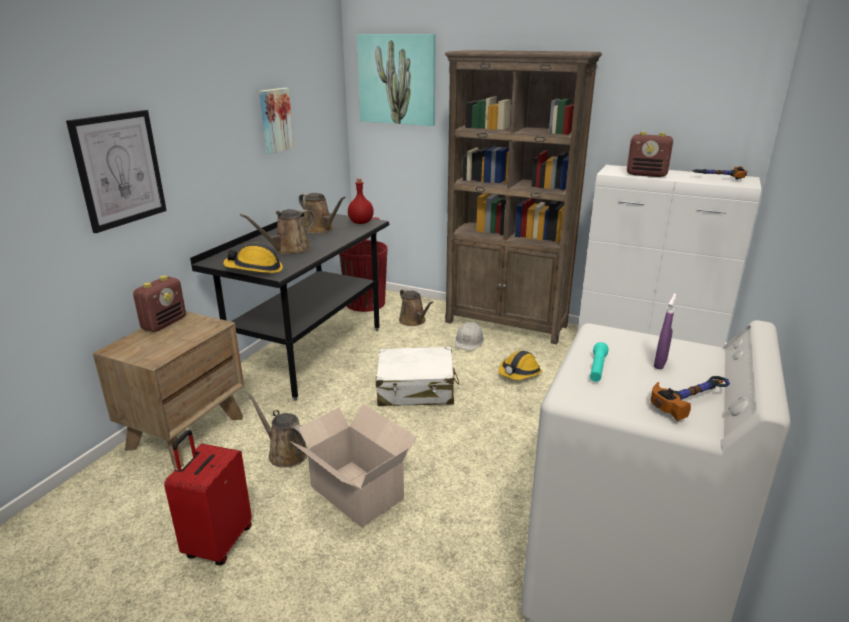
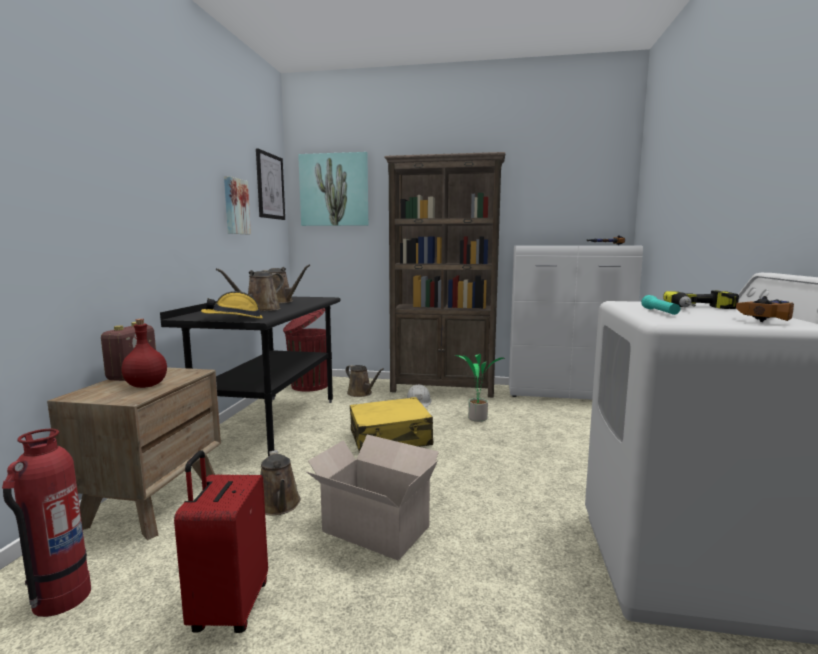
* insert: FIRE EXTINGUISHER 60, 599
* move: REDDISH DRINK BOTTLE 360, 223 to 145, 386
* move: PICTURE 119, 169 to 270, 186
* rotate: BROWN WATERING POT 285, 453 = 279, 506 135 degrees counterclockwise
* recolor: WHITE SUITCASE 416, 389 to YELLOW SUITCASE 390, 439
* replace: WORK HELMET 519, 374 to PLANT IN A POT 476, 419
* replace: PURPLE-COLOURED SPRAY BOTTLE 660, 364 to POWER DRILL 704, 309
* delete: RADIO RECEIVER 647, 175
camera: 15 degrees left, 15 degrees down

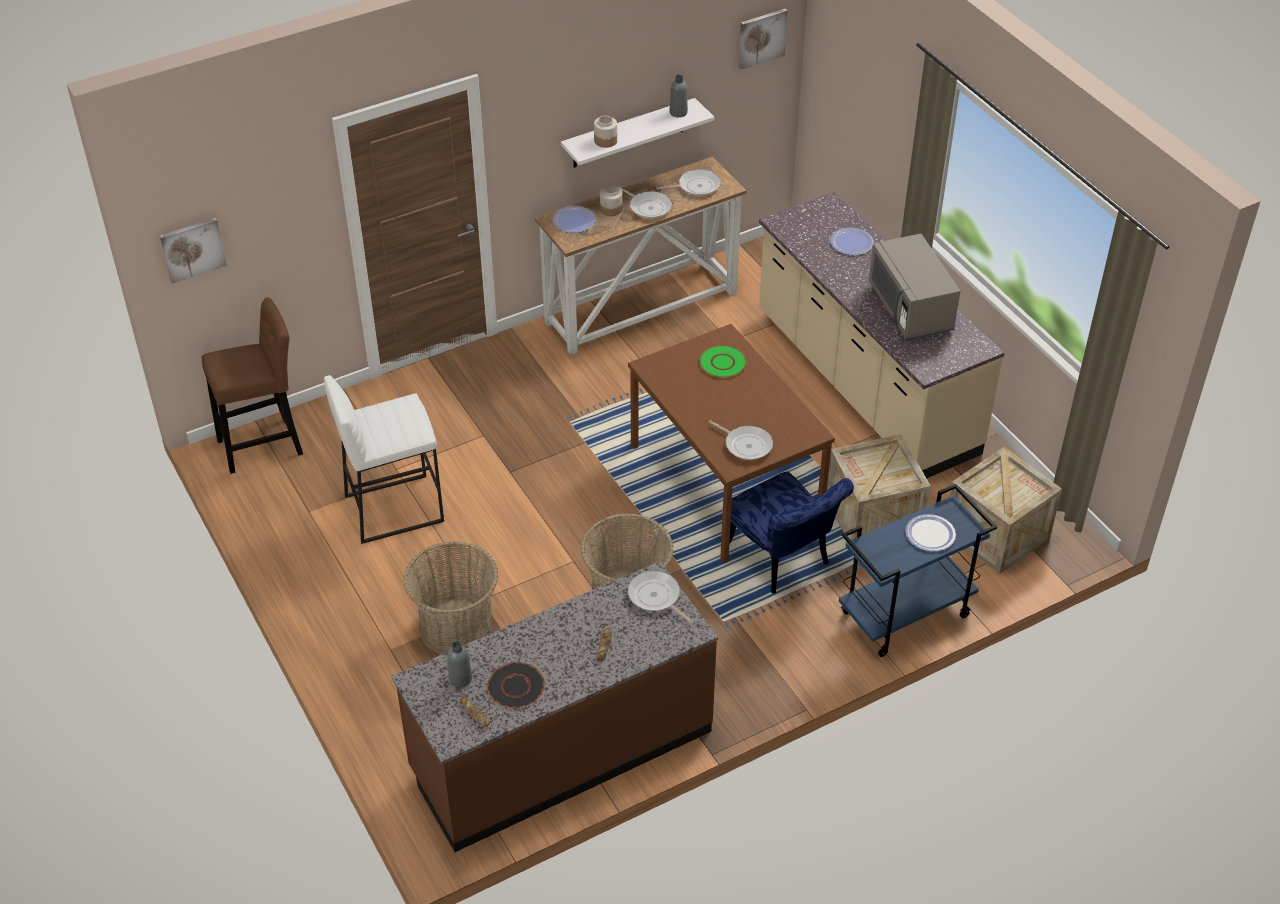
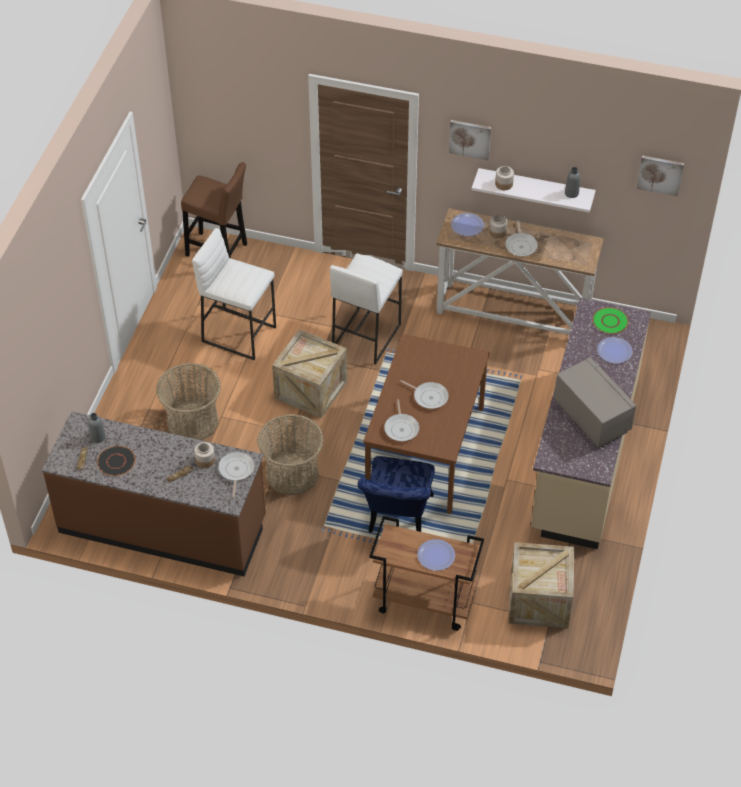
* insert: JAR 205, 460
* move: SHIPPING CRATE 873, 516 to 311, 390
* insert: WHITE SITTING STOOL 365, 336
* recolor: BLUISH CART 905, 616 to BROWN CART 423, 602
* move: FRYING PAN 696, 186 to 429, 396
* move: PICTURE 192, 249 to 470, 139
* rotate: GREY MICROWAVE OVEN 910, 308 = 591, 417 120 degrees clockwise
* move: GREEN-COLOURED PLATE 722, 363 to 610, 321
camera: 45 degrees right, 5 degrees up

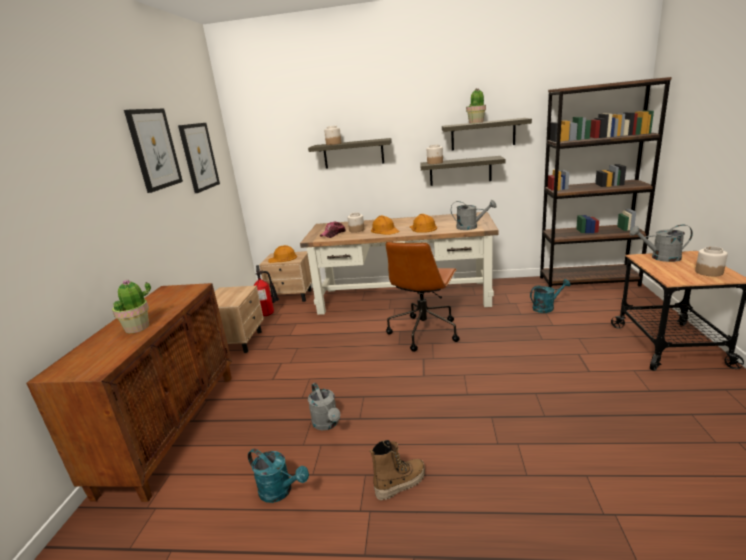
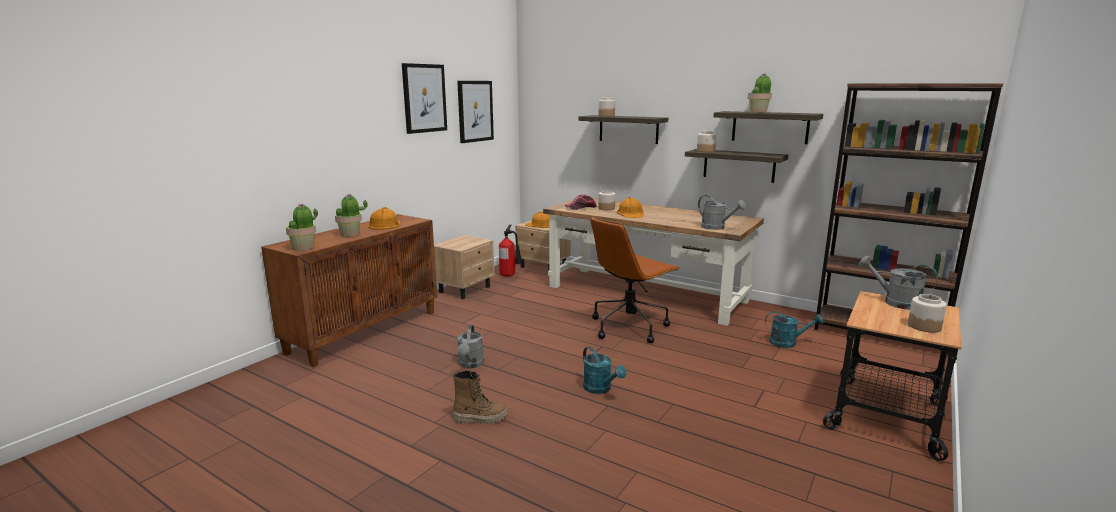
* insert: PLANT IN A POT 304, 247
* move: ORANGE-COLOURED WORK HELMET 422, 228 to 385, 225
* move: TURQUOISE WATERING POT 280, 491 to 601, 389
camera: 25 degrees right, 5 degrees down

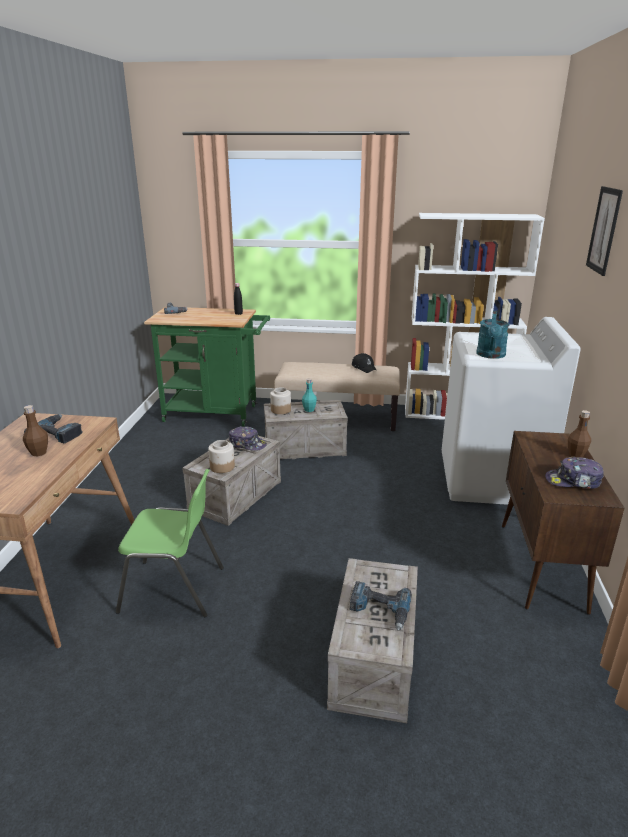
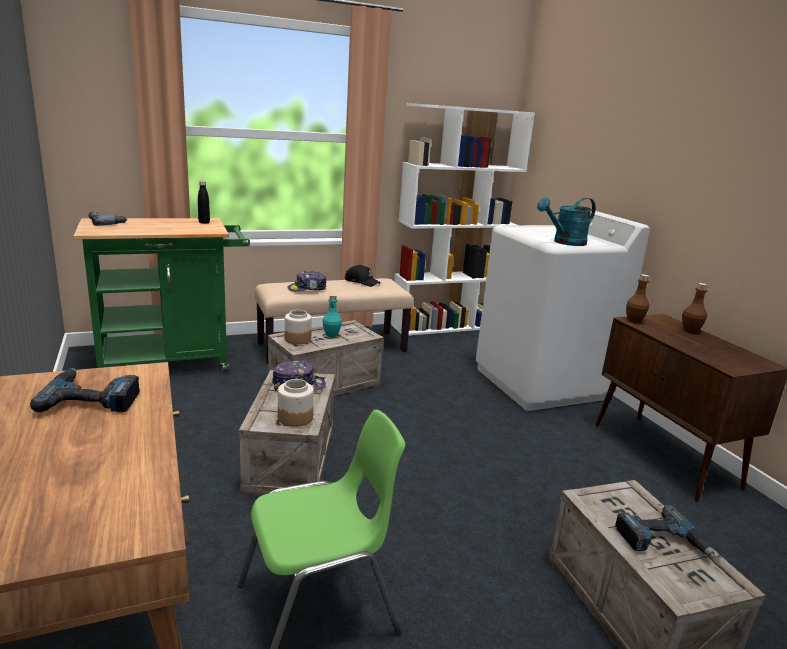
* move: PEAKED CAP 573, 481 to 307, 289
* rotate: TURQUOISE WATERING POT 491, 355 = 565, 242 75 degrees clockwise
* move: BROWN DRINK BOTTLE 39, 453 to 634, 321
* delete: PICTURE 604, 230
camera: 30 degrees left, 5 degrees down

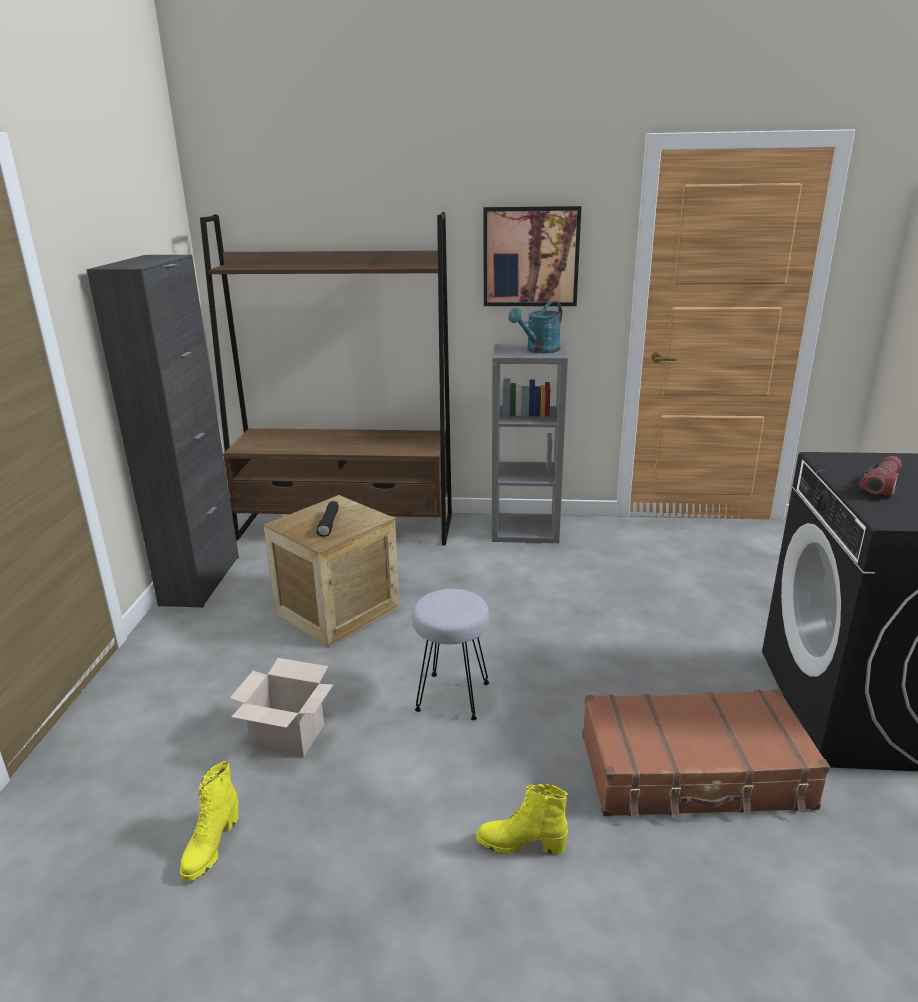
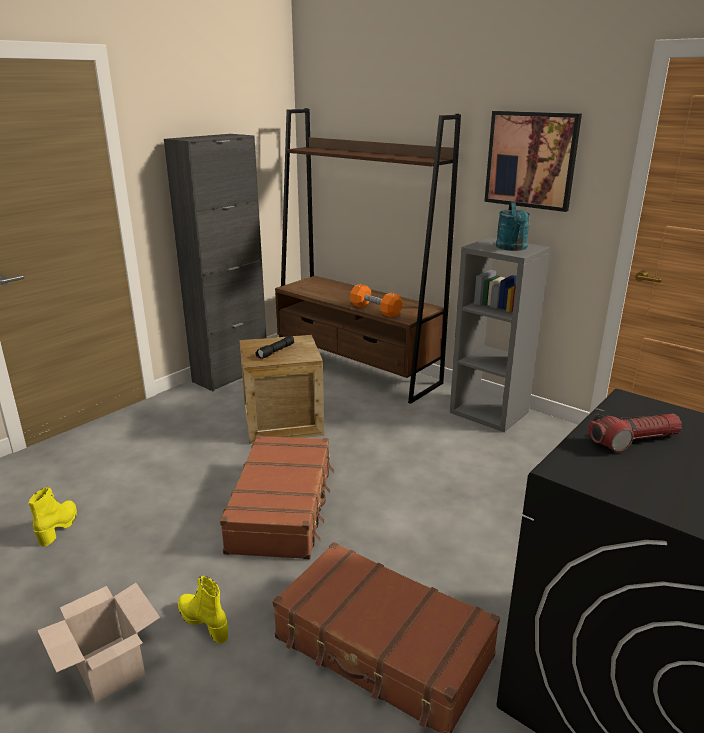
* rotate: YELLOW HIGH-TOP BOOT 211, 847 = 59, 527 135 degrees clockwise
* move: PACKING BOX 286, 736 to 107, 668
* replace: GREY SITTING STOOL 451, 696 to BROWN SUITCASE 283, 507
* insert: ORANGE-COLOURED FREE WEIGHT 375, 310
* rotate: TURQUOISE WATERING POT 539, 350 = 512, 248 75 degrees counterclockwise
camera: 35 degrees right, 0 degrees up

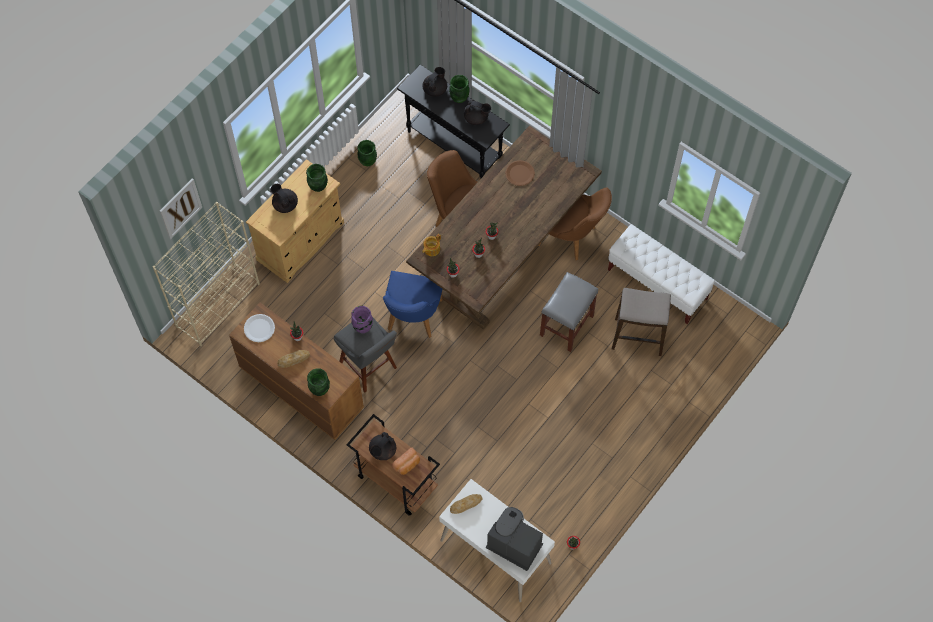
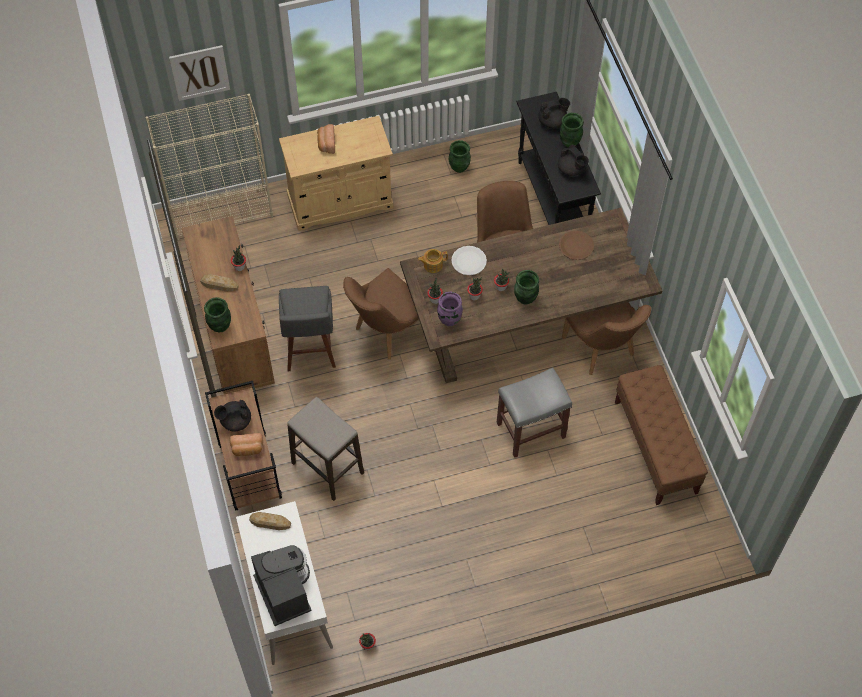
* move: SITTING STOOL 638, 337 to 327, 468
* replace: BLACK-COLOURED POT FOR TEA 285, 204 to BAKERY BREAD 326, 143
* recolor: BLUISH CHAIR 412, 319 to BROWN CHAIR 385, 333
* move: PURPLE-COLOURED VASE 362, 327 to 449, 320
* move: WHITE PLATE 259, 328 to 469, 261
* move: GREEN-COLOURED VASE 318, 187 to 525, 298
* recolor: WHITE LONG SEAT 657, 284 to BROWN LONG SEAT 655, 447
camera: 35 degrees right, 5 degrees down

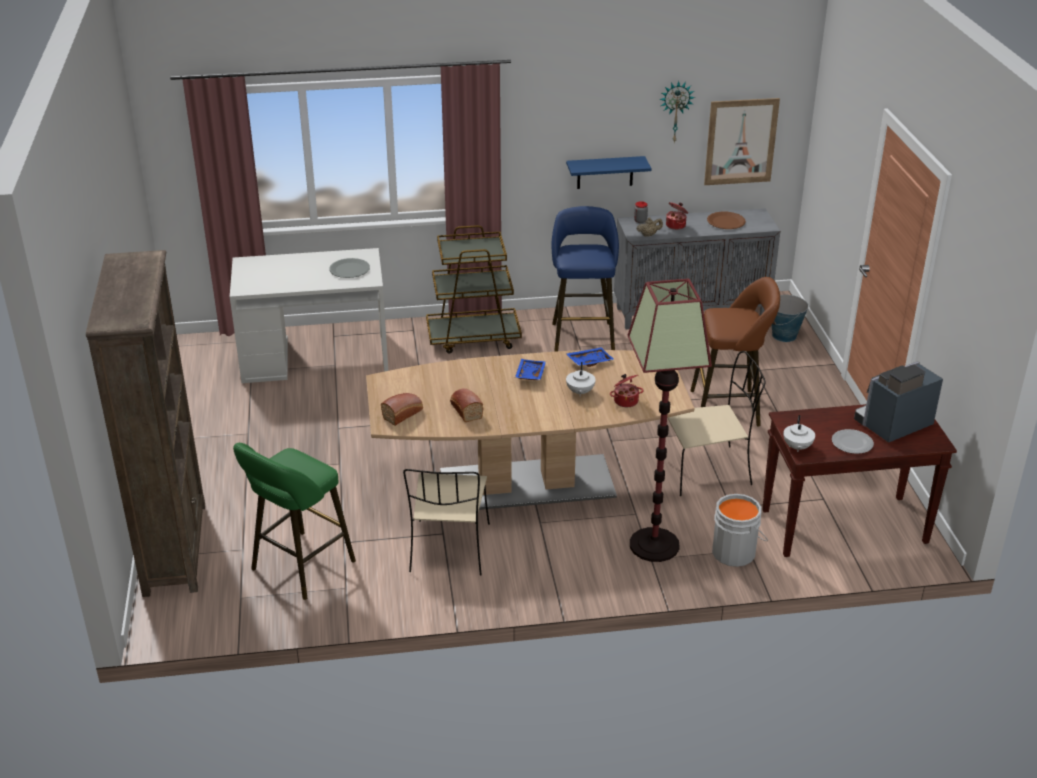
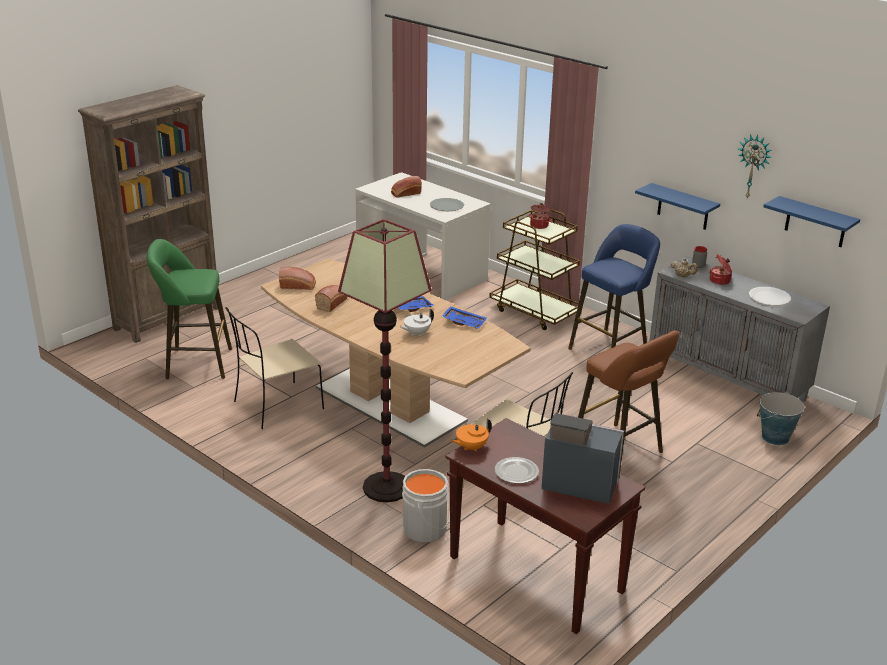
* insert: BAKERY BREAD 405, 193
* recolor: WHITE POT FOR TEA 797, 447 to ORANGE-COLOURED POT FOR TEA 471, 447
* move: STOCKPOT 625, 401 to 539, 225
* recolor: BROWN PLATE 726, 222 to WHITE PLATE 769, 297
* replace: PICTURE 741, 141 to BLUISH BRACKET SHELF 815, 222
camera: 50 degrees right, 5 degrees down

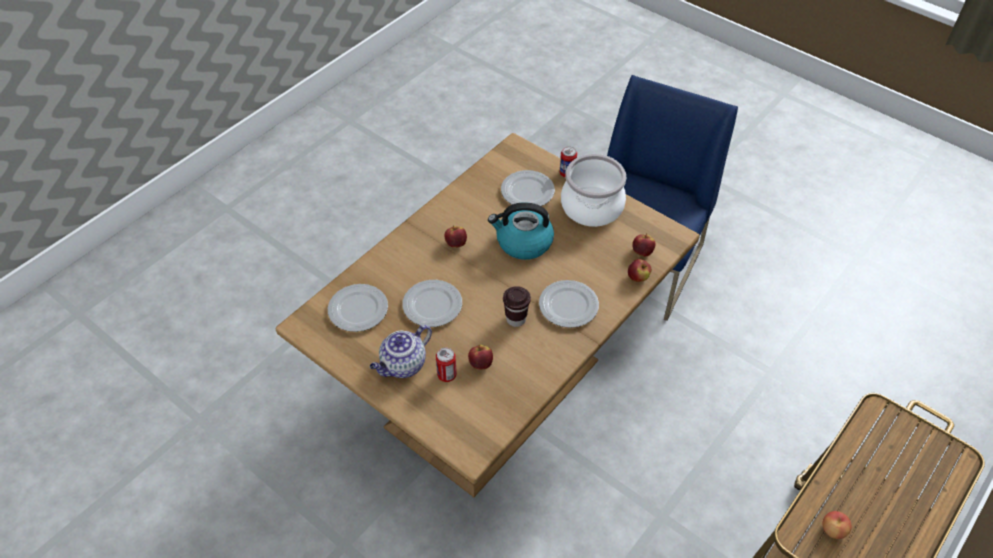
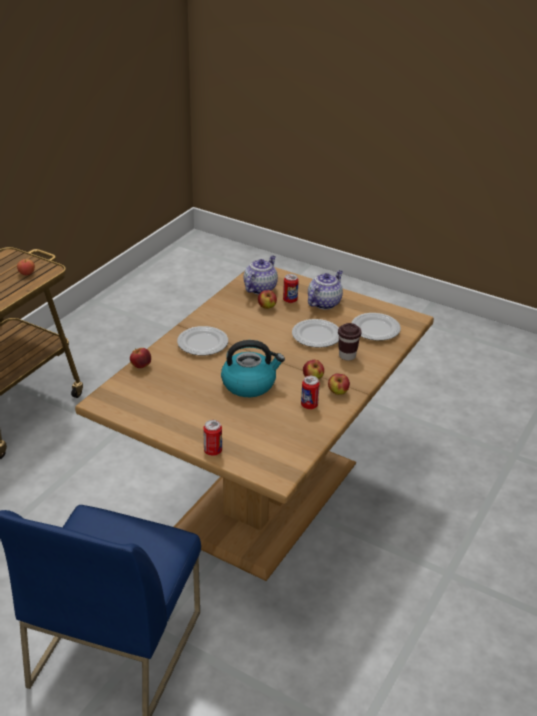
* insert: POT FOR TEA 260, 288
* insert: SEALED CAN 309, 405
* move: APPLE FRUIT 642, 252 to 338, 392
* move: BROWN DRINKING CUP 516, 319 to 347, 356
* delete: PLATE 527, 192
* delete: STOCKPOT 592, 207
camera: 170 degrees right, 15 degrees down

